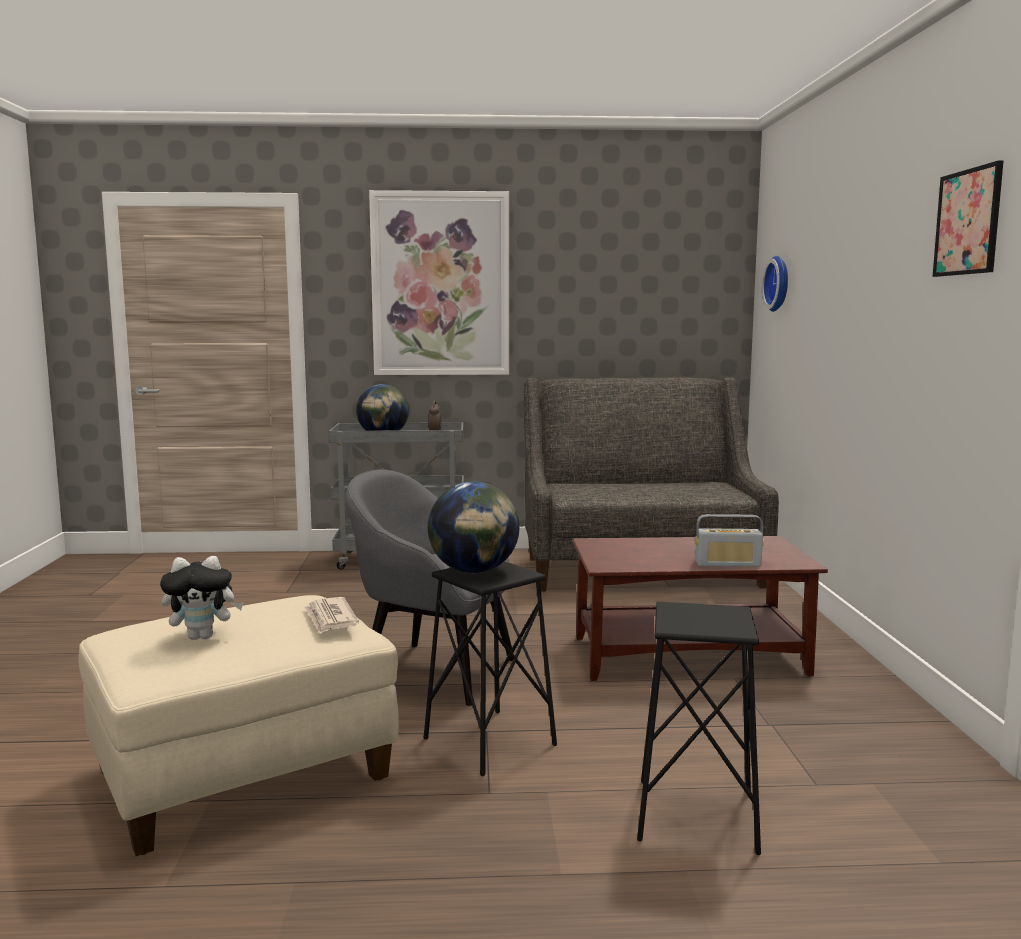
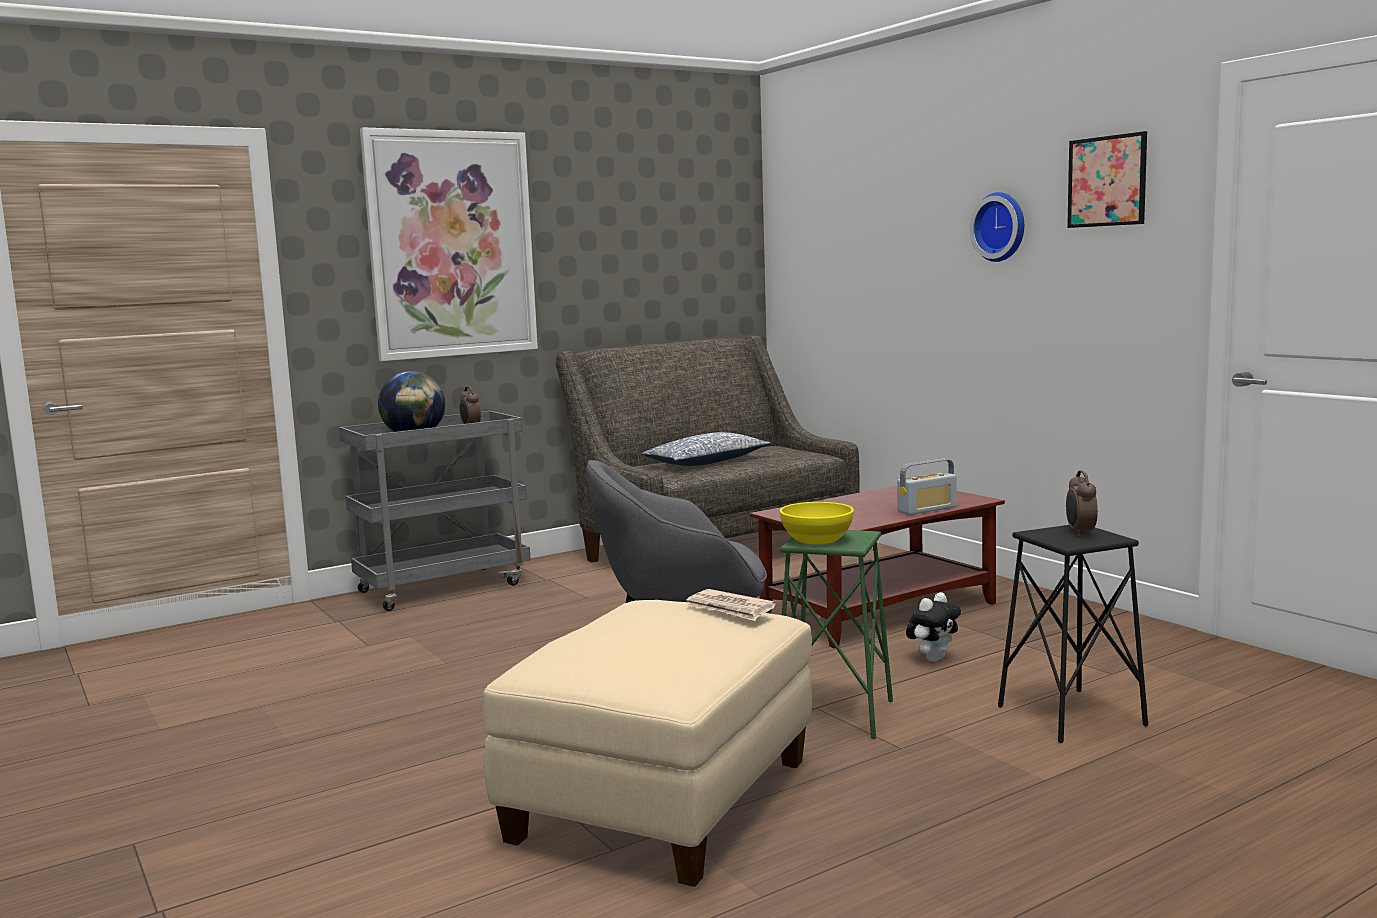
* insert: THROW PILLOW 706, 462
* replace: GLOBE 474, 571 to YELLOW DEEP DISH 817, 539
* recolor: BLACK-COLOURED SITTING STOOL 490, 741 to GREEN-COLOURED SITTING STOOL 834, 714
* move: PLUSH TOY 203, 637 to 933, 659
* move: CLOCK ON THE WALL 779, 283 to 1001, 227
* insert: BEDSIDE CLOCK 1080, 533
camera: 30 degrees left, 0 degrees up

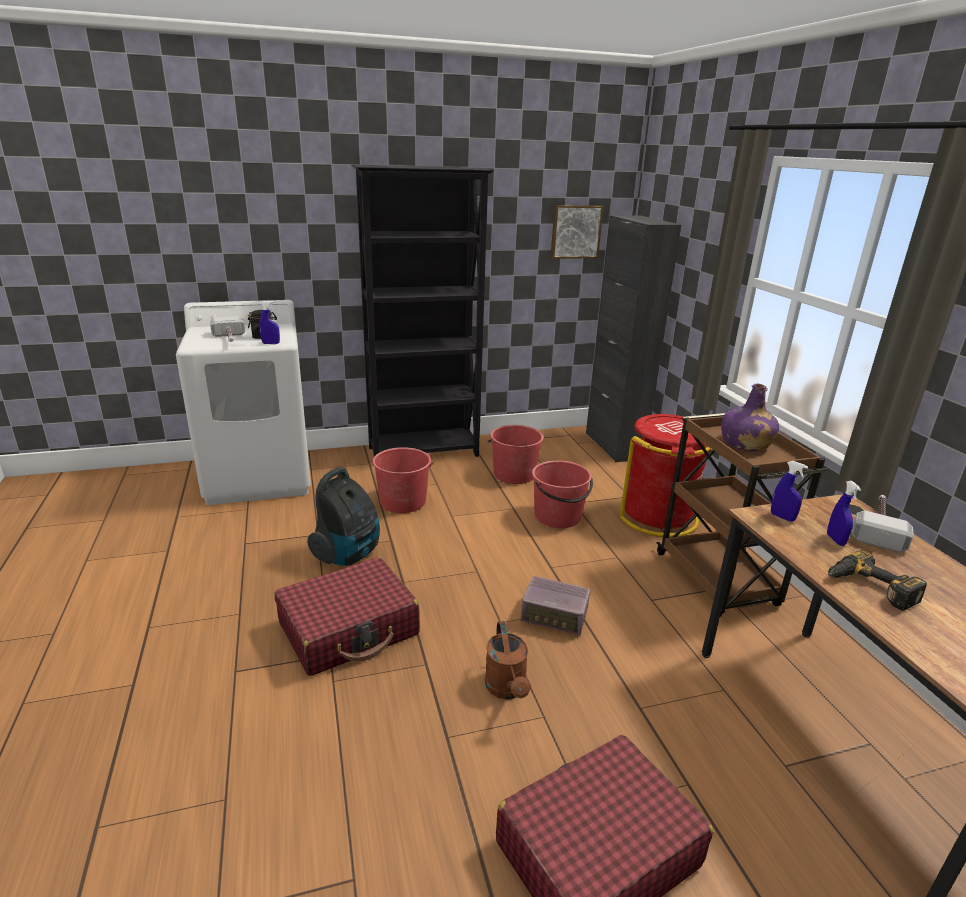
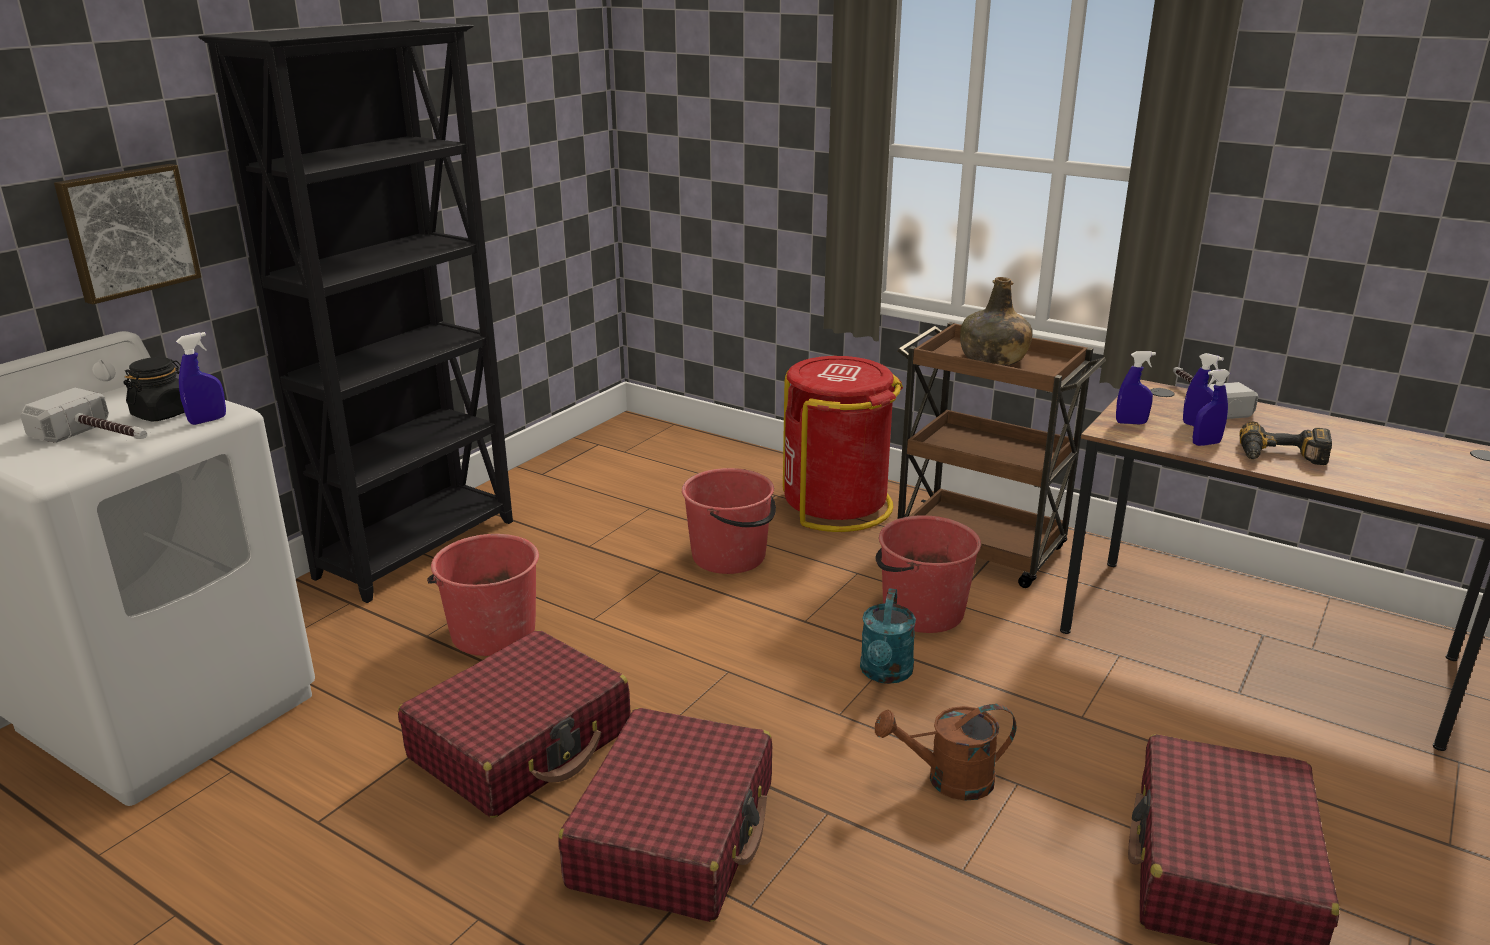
* move: PICTURE 575, 231 to 127, 231
* replace: VACUUM 348, 554 to REDDISH SUITCASE 522, 744
* replace: RADIO RECEIVER 554, 616 to TURQUOISE WATERING POT 885, 674
* move: REDDISH BUCKET 514, 474 to 921, 611
* rotate: BROWN WATERING POT 507, 689 = 948, 780 135 degrees clockwise
* recolor: PURPLE-COLOURED DRINK BOTTLE 745, 444 to GREEN-COLOURED DRINK BOTTLE 993, 359
* insert: BLUISH SPRAY BOTTLE 1206, 444
* delete: BLACK-COLOURED CABINET 614, 446
camera: 40 degrees left, 0 degrees up

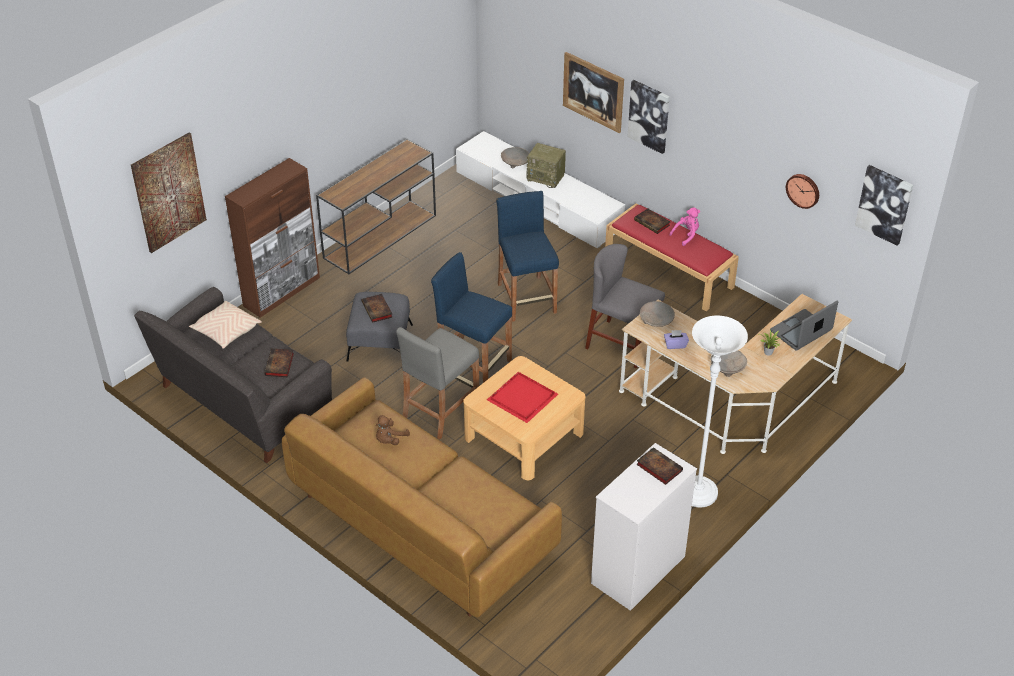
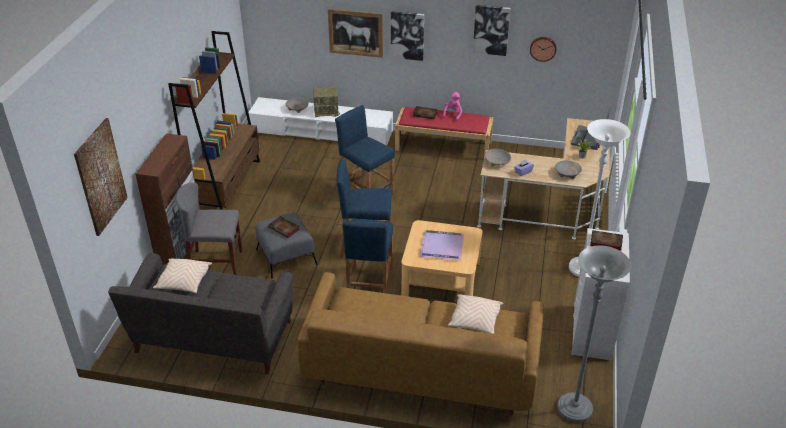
* replace: BROWN HALL TABLE 381, 236 to BROWN BOOKCASE 228, 188
* move: GREY CHAIR 622, 344 to 216, 263
* recolor: GREY SITTING STOOL 440, 410 to BLUISH SITTING STOOL 369, 284
* recolor: REDDISH SERVING TRAY 522, 399 to PURPLE-COLOURED SERVING TRAY 442, 247
* insert: BEIGE-COLOURED THROW PILLOW 475, 320
* move: PICTURE 884, 204 to 491, 30
* insert: GREY FLOOR LAMP 574, 409
* delete: VOLUME 279, 365
* delete: BROWN PLUSH TOY 390, 440
camera: 30 degrees left, 5 degrees down

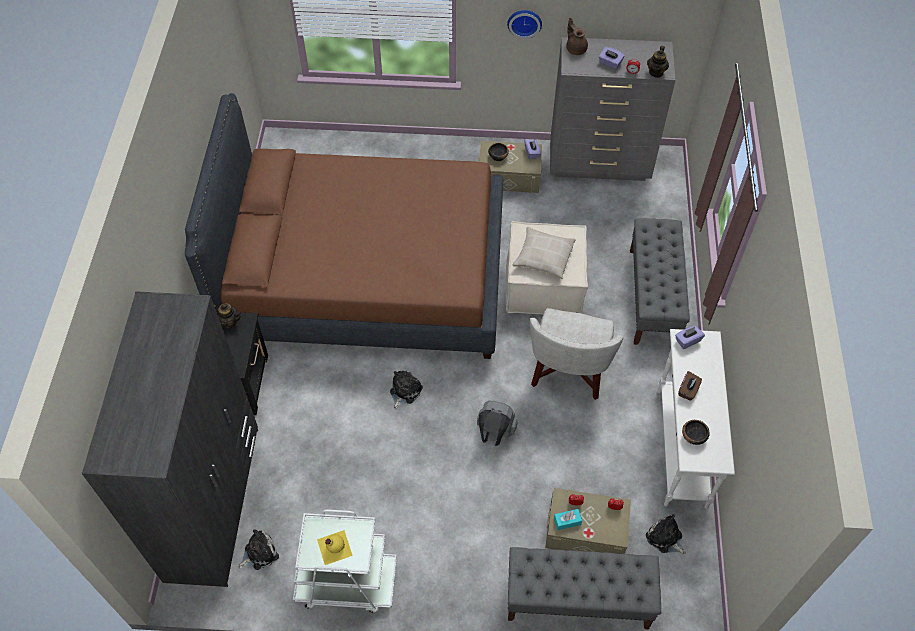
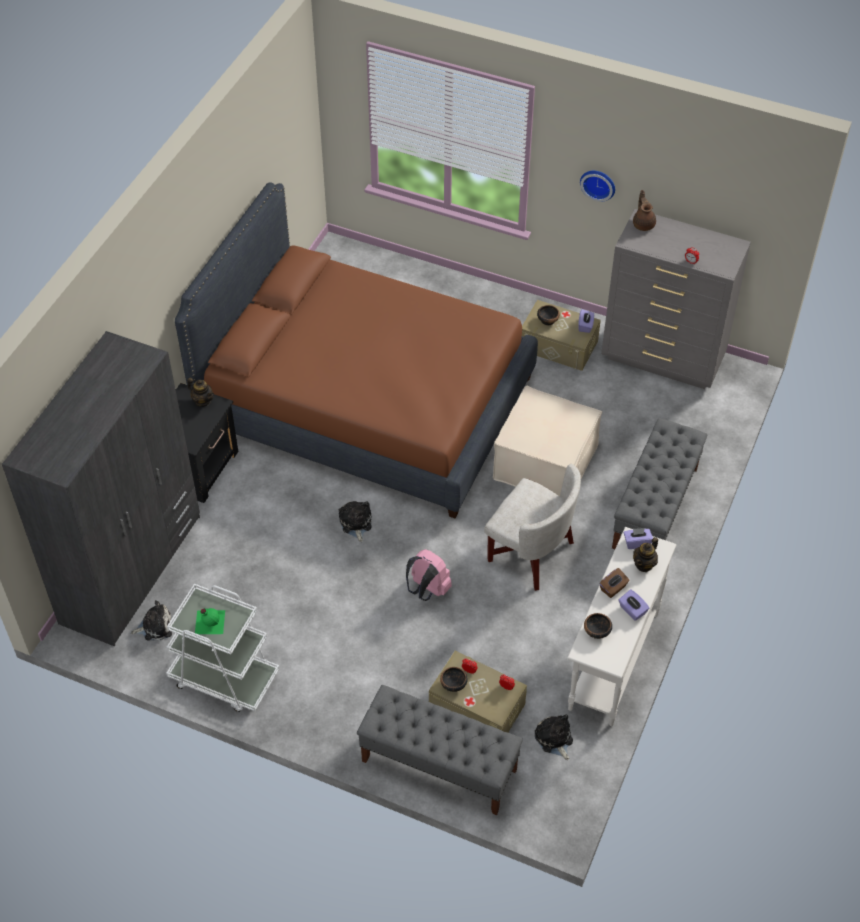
* recolor: YELLOW DRINK BOTTLE 334, 547 to GREEN-COLOURED DRINK BOTTLE 209, 621
* rotate: PLUSH TOY 404, 391 = 355, 524 60 degrees counterclockwise
* recolor: GREY BACKPACK 494, 433 to PINK BACKPACK 427, 590
* replace: TURQUOISE BOX OF TISSUES 567, 521 to DEEP DISH 453, 684
* rotate: WHITE ARMCHAIR 568, 370 = 531, 553 90 degrees counterclockwise
* move: PURPLE-COLOURED BOX OF TISSUES 610, 63 to 632, 610
* move: POT FOR TEA 656, 72 to 644, 564
* delete: BEIGE-COLOURED THROW PILLOW 543, 257
camera: 20 degrees right, 5 degrees down

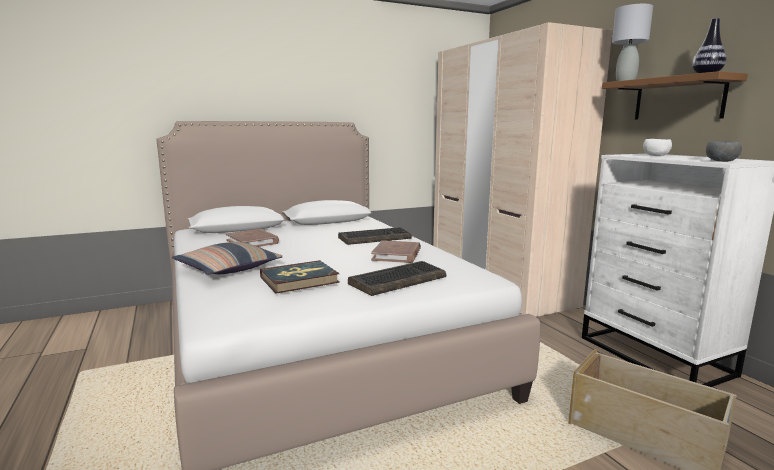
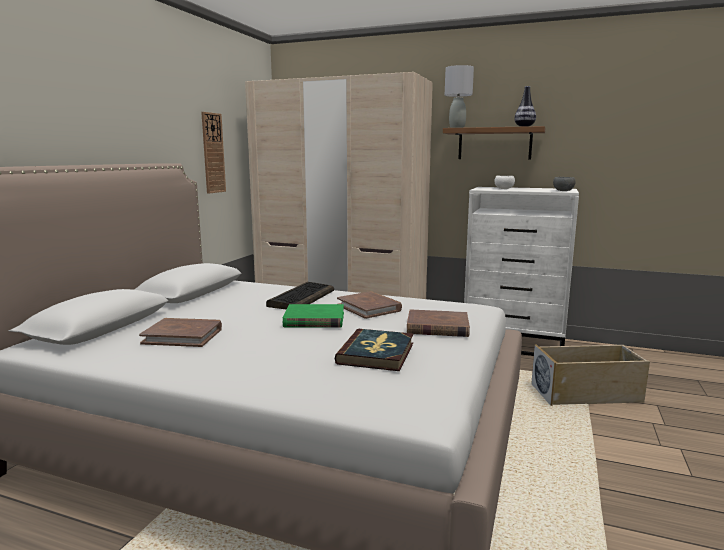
* insert: CLOCK ON THE WALL 213, 153
* insert: GREEN-COLOURED VOLUME 314, 320
* replace: KEYBOARD 398, 280 to BROWN VOLUME 437, 327
* delete: THROW PILLOW 228, 268
camera: 45 degrees left, 0 degrees up

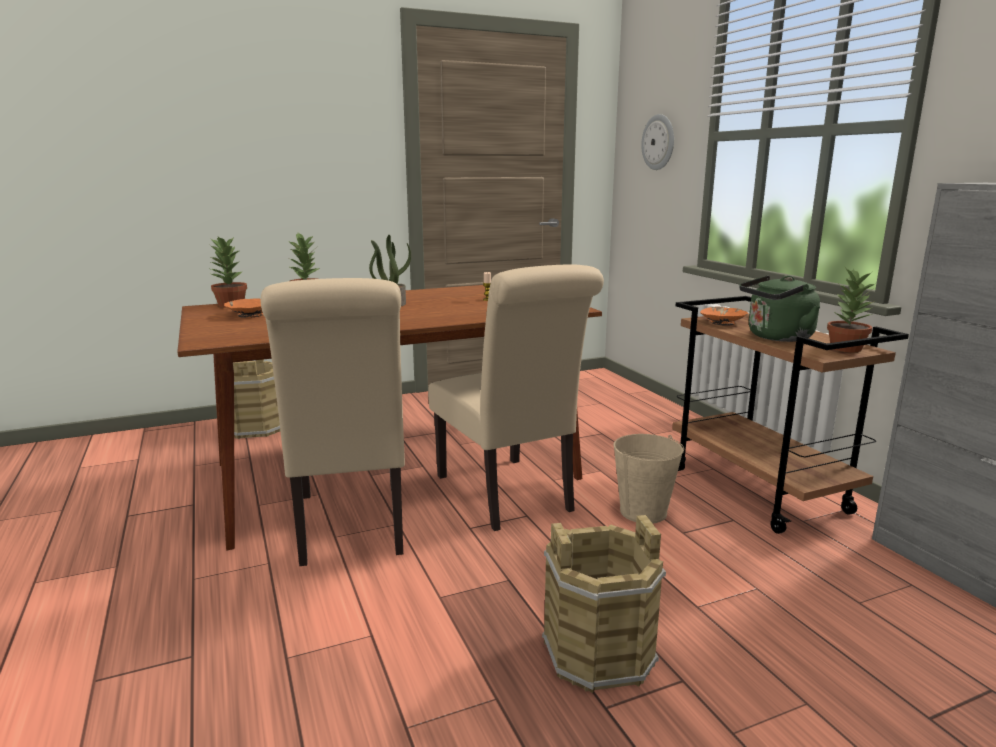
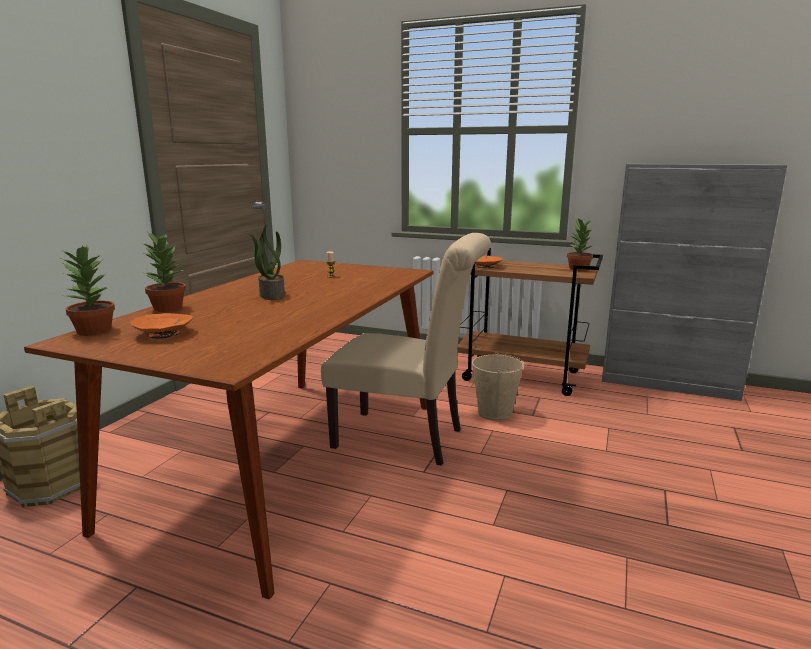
* delete: BEIGE-COLOURED CHAIR 351, 528
* delete: BROWN BUCKET 599, 653
* delete: CLOCK ON THE WALL 659, 142
* delete: GREEN-COLOURED TEA KETTLE 776, 337
camera: 45 degrees left, 0 degrees up

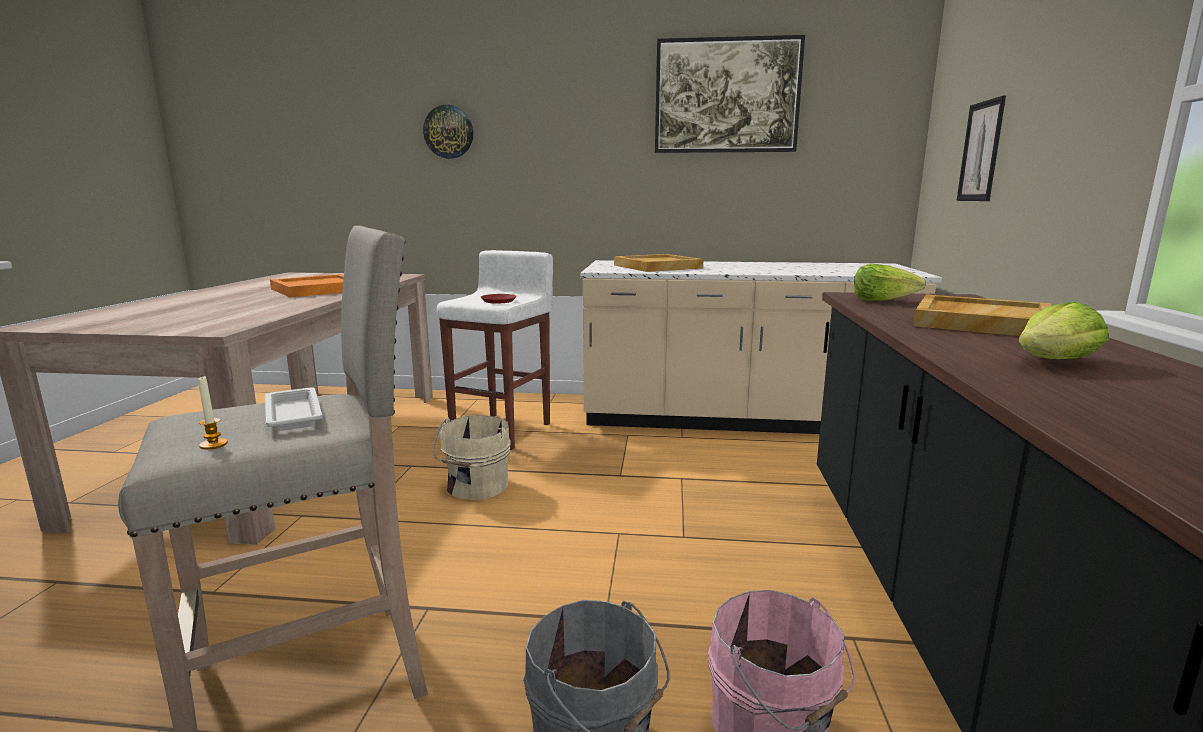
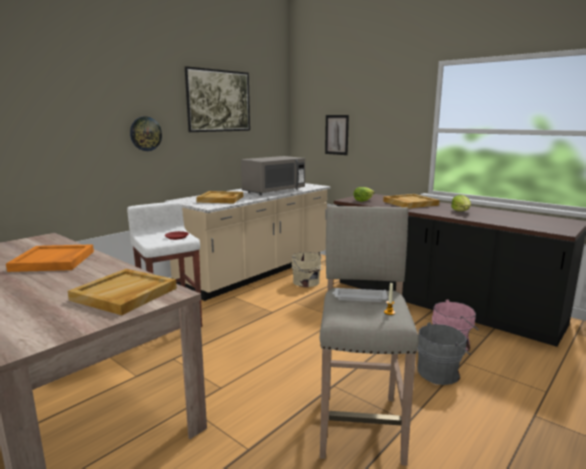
* insert: BEIGE-COLOURED SERVING TRAY 124, 294
* move: CLOCK ON THE WALL 448, 132 to 145, 133
* insert: GREY MICROWAVE OVEN 274, 191
* move: BEIGE-COLOURED BUCKET 475, 487 to 306, 282
camera: 55 degrees left, 0 degrees up

